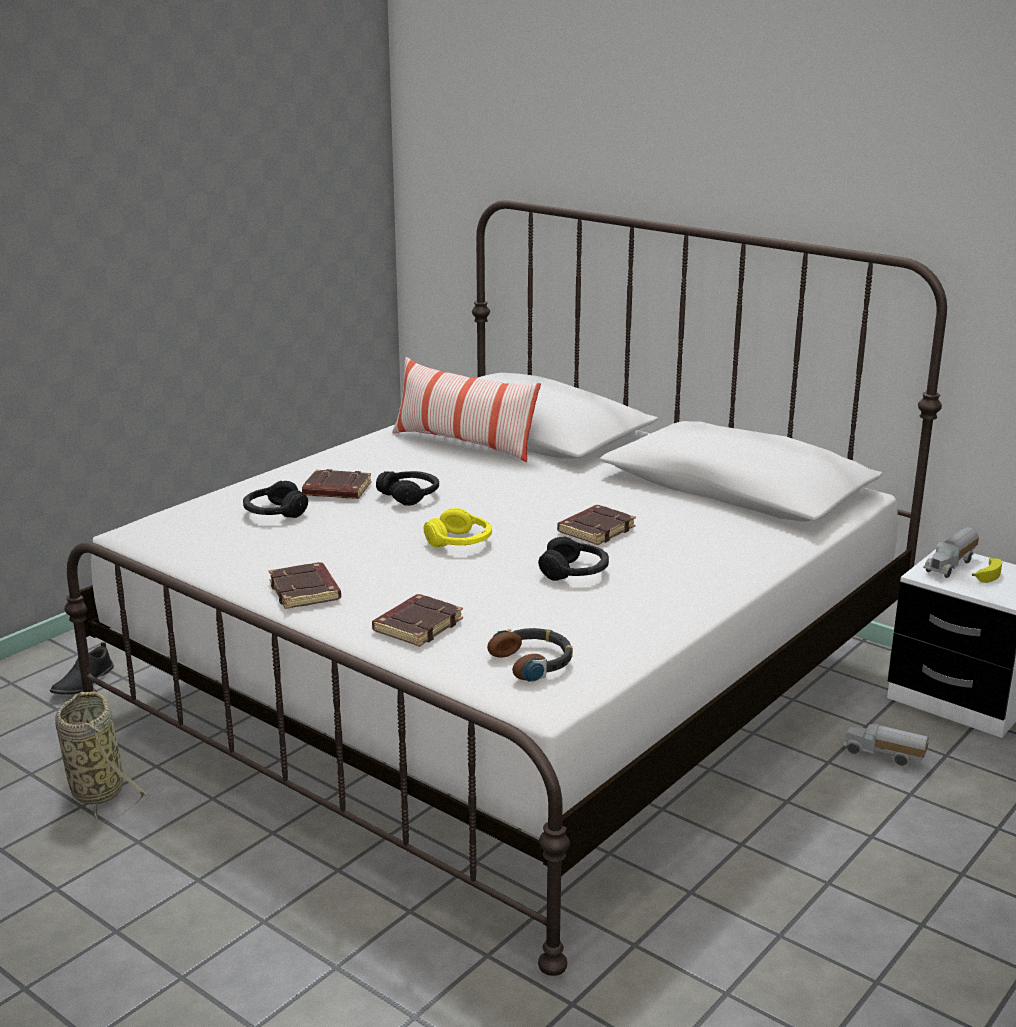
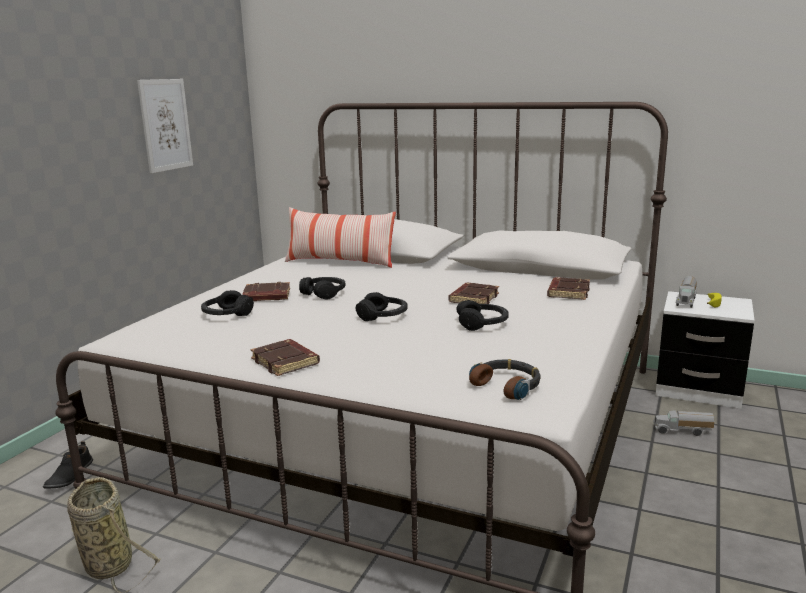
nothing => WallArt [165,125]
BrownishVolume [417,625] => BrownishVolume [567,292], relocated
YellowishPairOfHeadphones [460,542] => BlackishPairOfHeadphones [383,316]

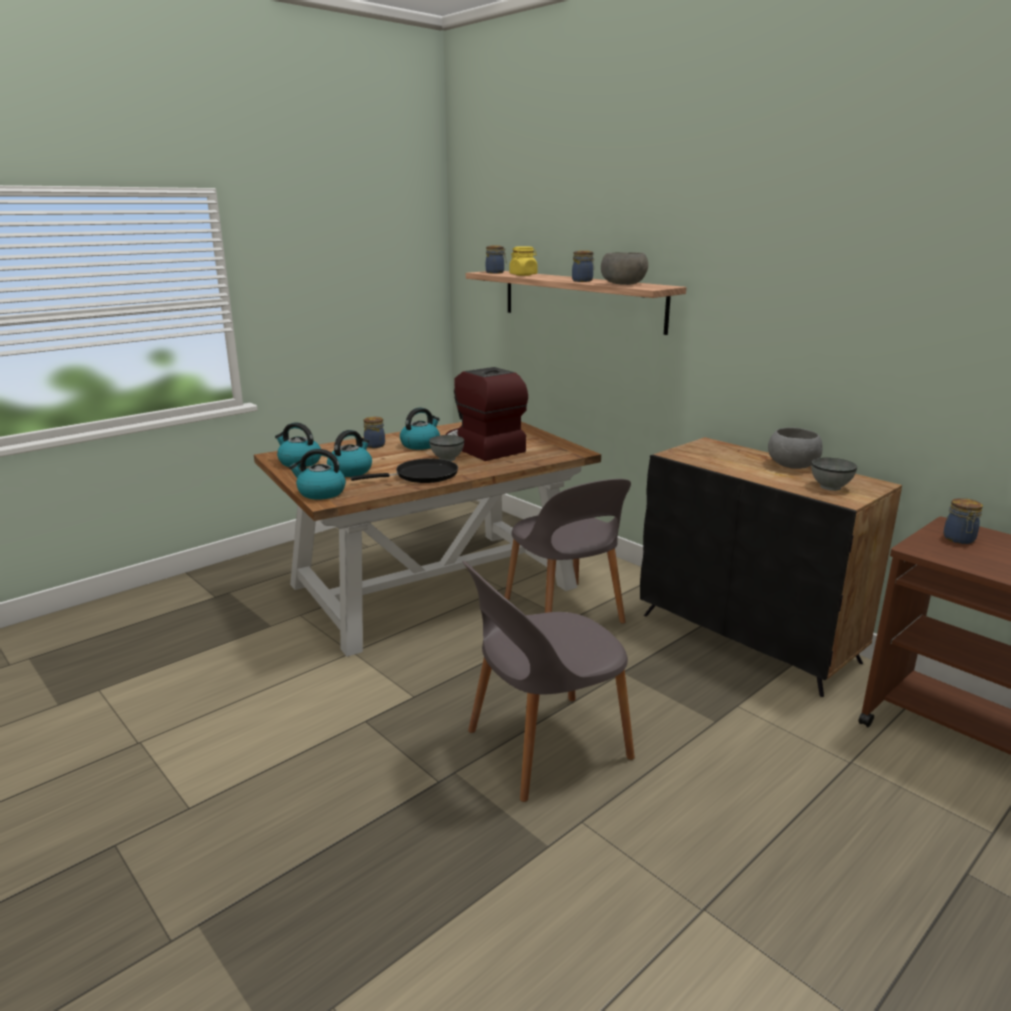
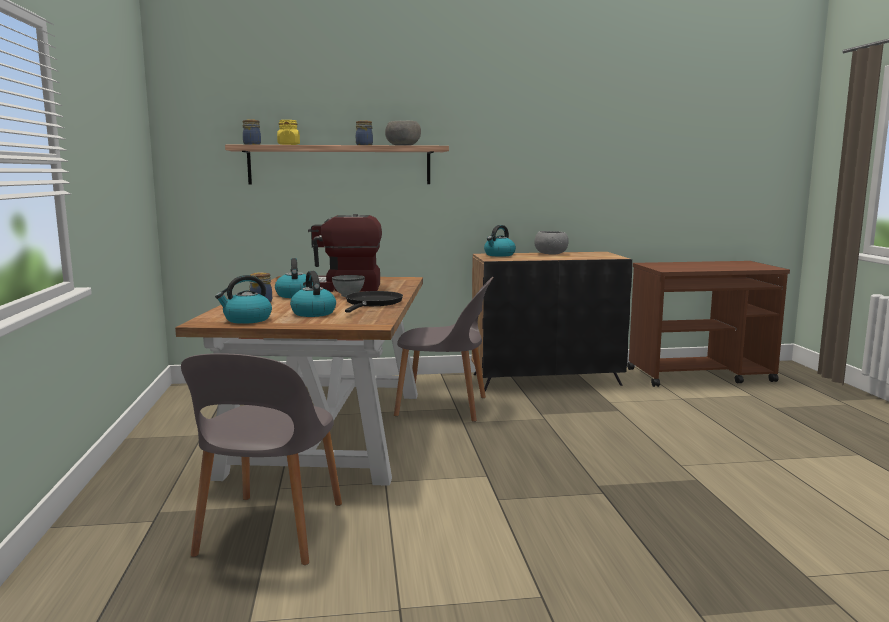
GrayBowl [829,487] => nothing
StorageJar [959,539] => nothing
Kettle [320,493] => Kettle [499,255], relocated
GrayPlainChair [544,746] => GrayPlainChair [269,531], relocated

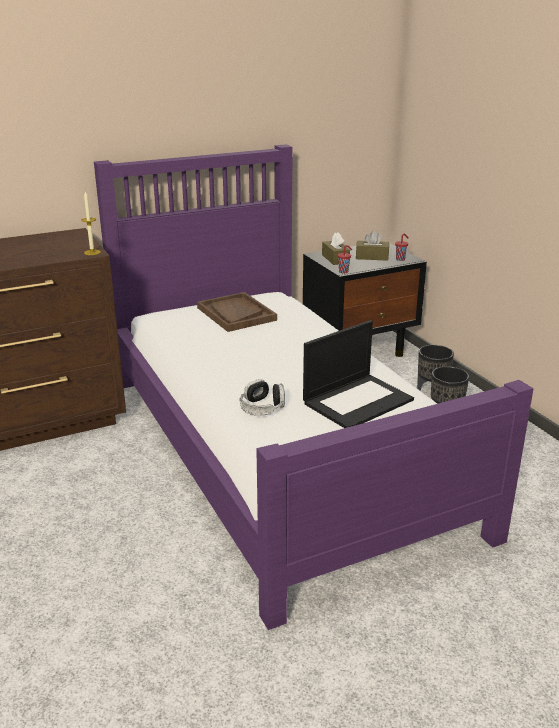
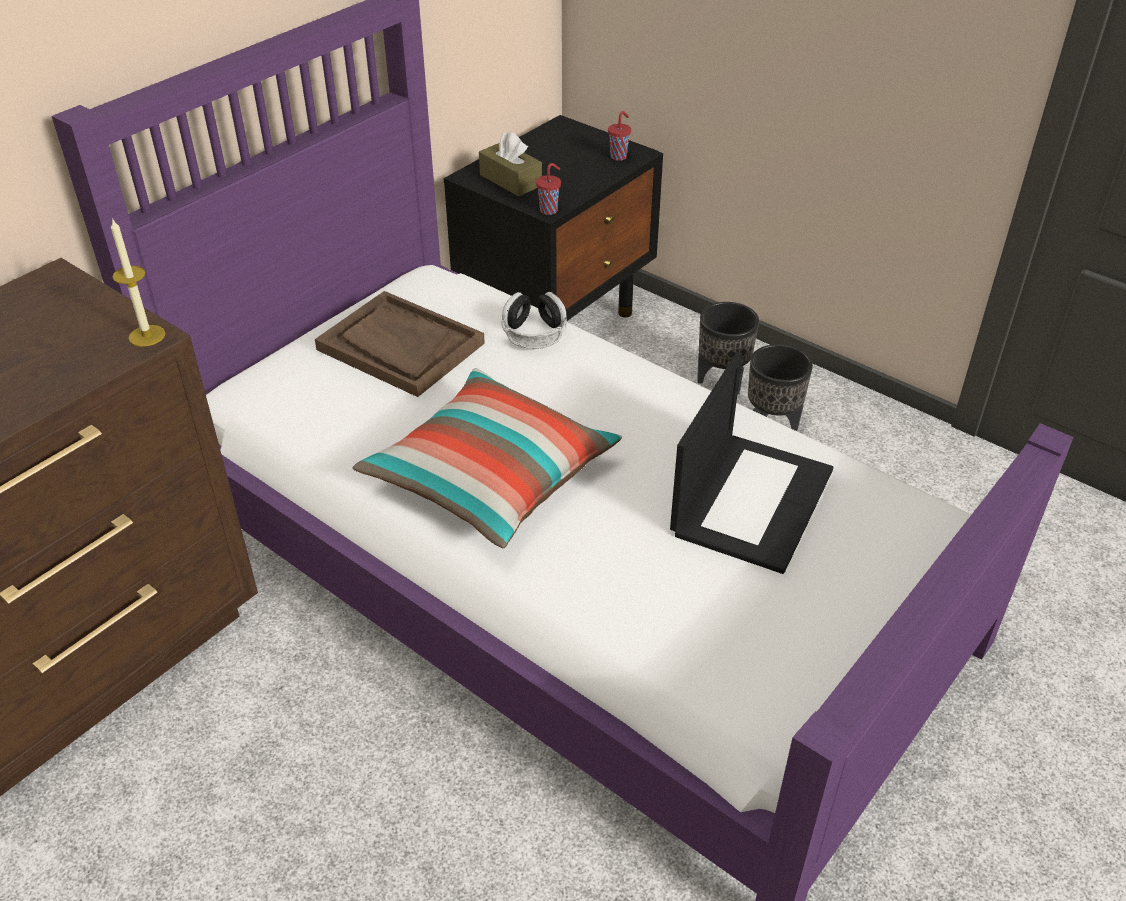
BrownishBoxOfTissues [372,257] => nothing
nothing => ThrowPillow [491,478]
PairOfHeadphones [262,407] => PairOfHeadphones [534,333], relocated

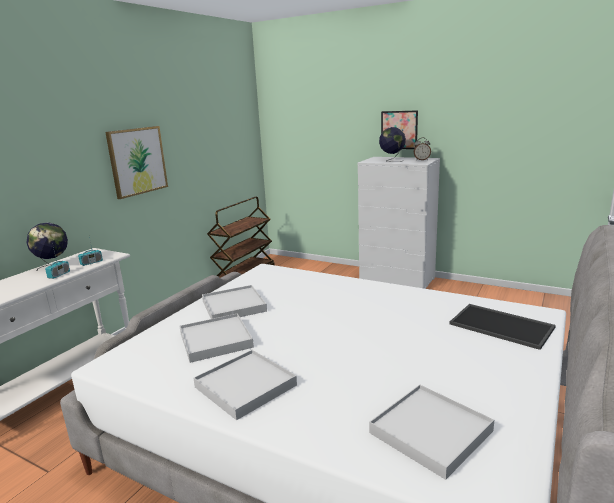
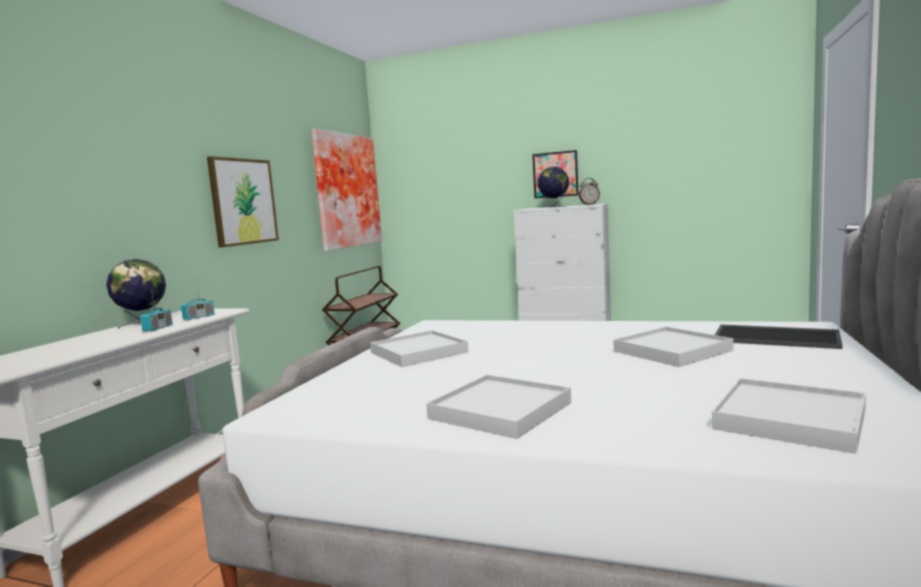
nothing => WallArt [345,191]
WhiteCarryingTray [216,340] => WhiteCarryingTray [672,351], relocated

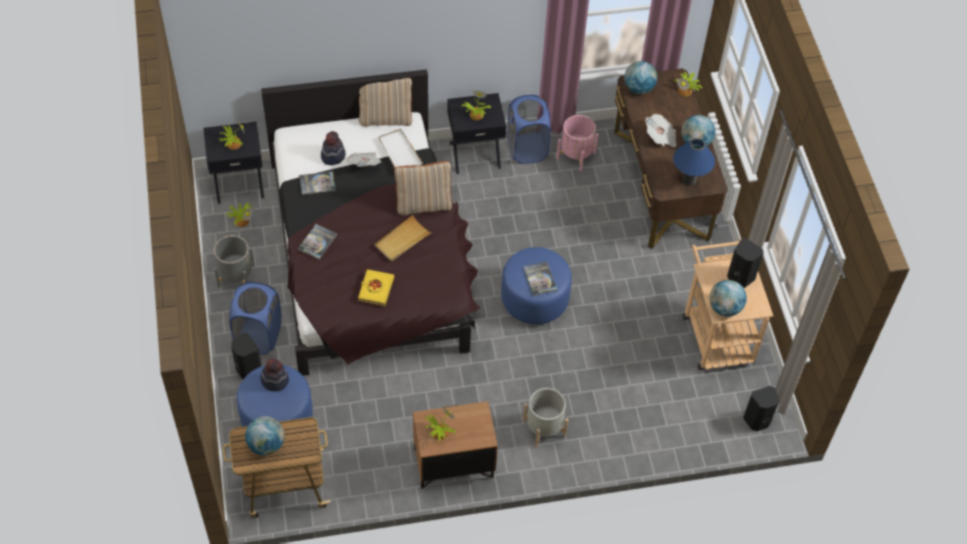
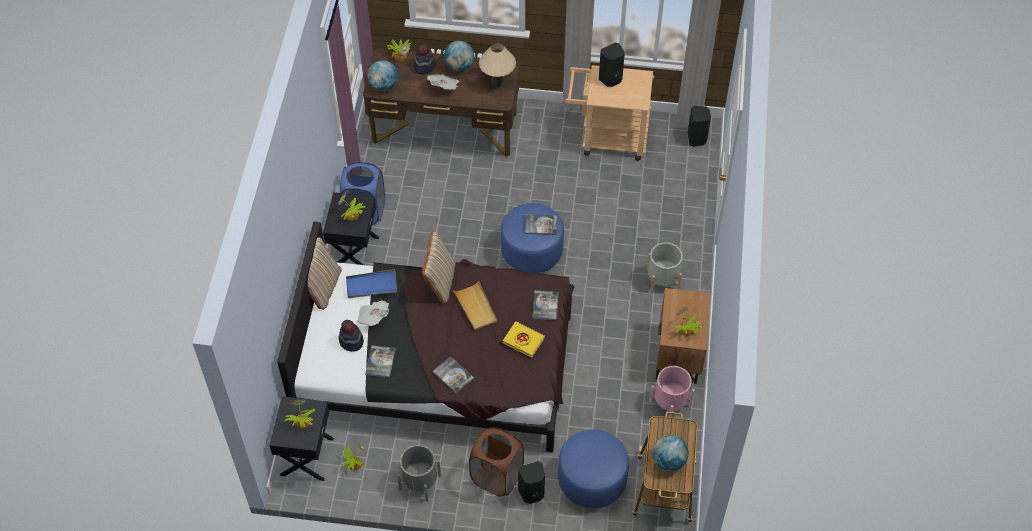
WorldGlobe [724,308] => nothing
nothing => Volume [545,305]
Hat [275,380] => Hat [424,66], relocated
PinkPlantPot [576,155] => PinkPlantPot [670,403], relocated
BluishLaundryBasket [258,336] => BrownishLaundryBasket [496,476]
WhiteCarryingTray [399,152] => BluishCarryingTray [371,285]
BluishTableLamp [689,180] => BeigeTableLamp [497,82]

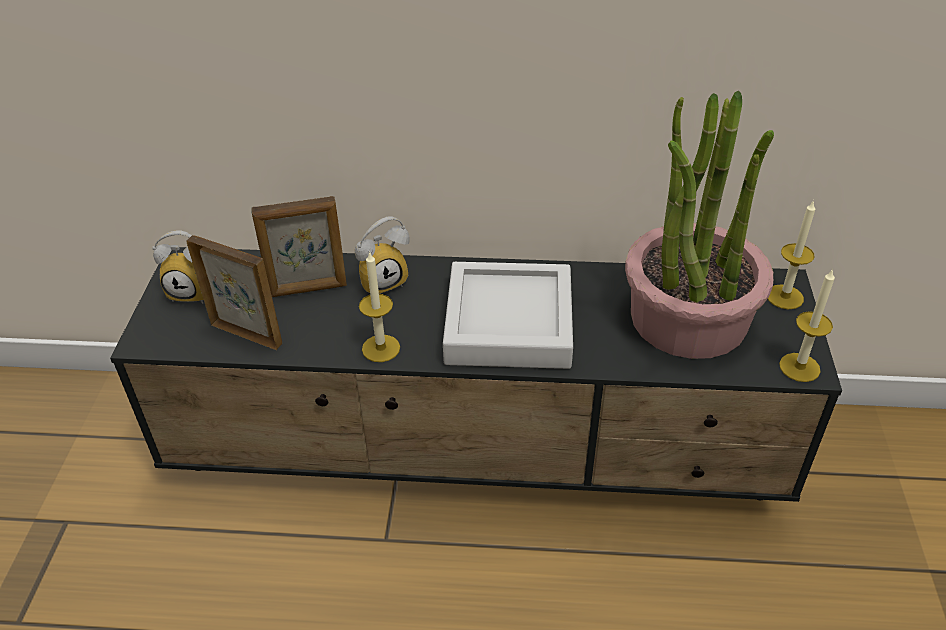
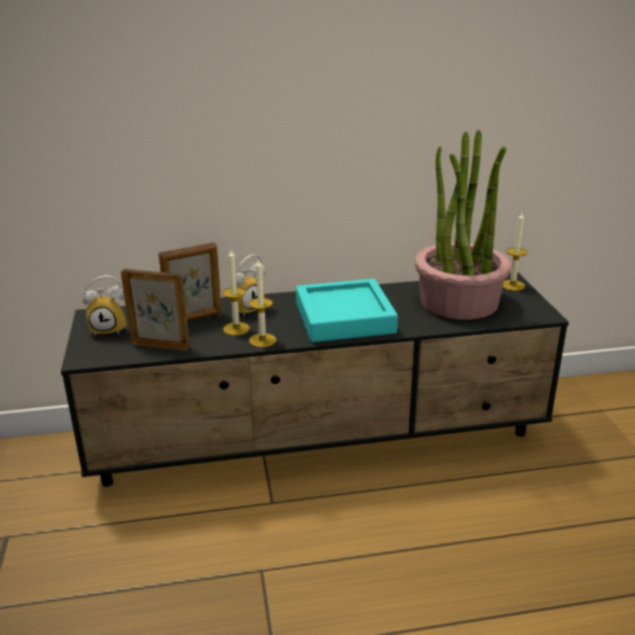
WaxCandle [799,367] => WaxCandle [236,329], relocated
GrayCarryingTray [509,324] => TurquoiseColouredCarryingTray [344,318]

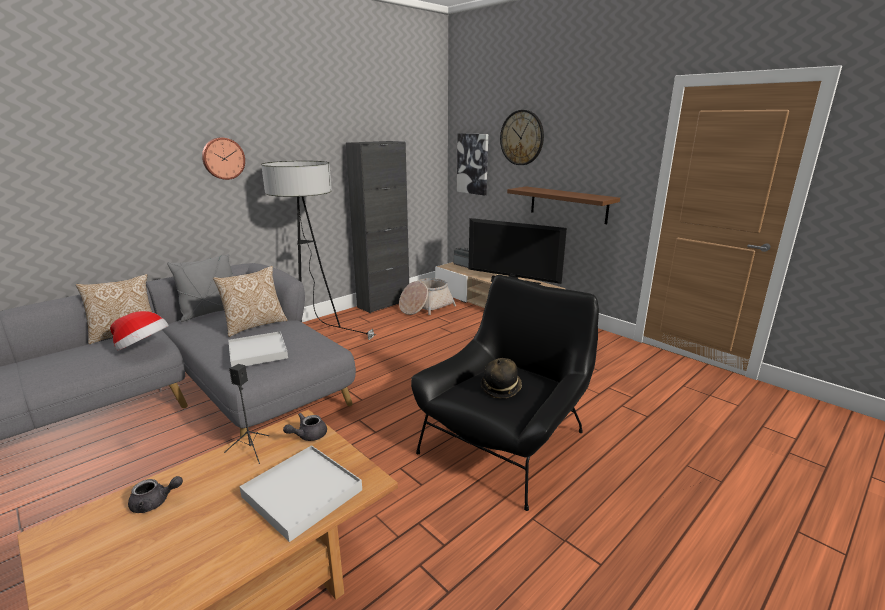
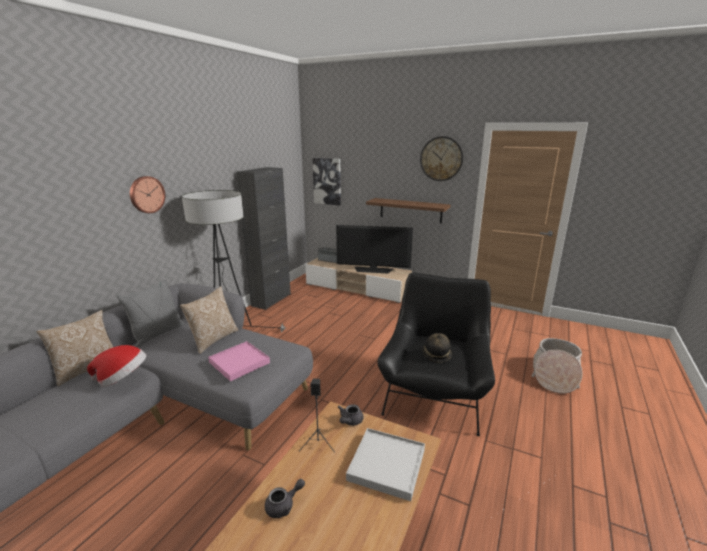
Basket [425,307] => Basket [554,375], relocated
WallClock [522,138] => WallClock [441,159], relocated
WhiteCarryingTray [258,352] => PinkCarryingTray [239,362]

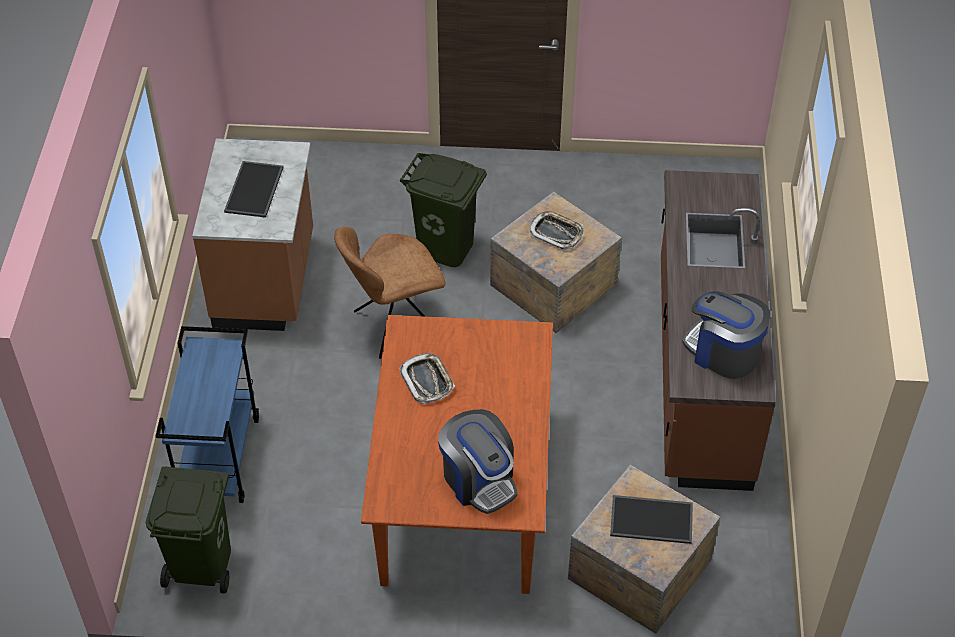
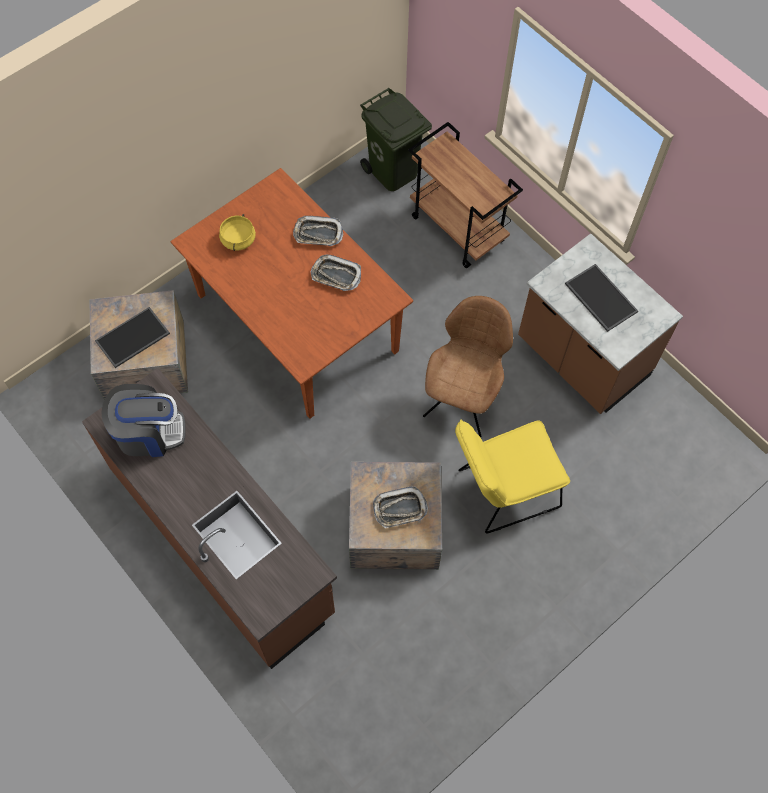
nothing => CarryingTray [318,234]
GreenishWasteBin [445,248] => YellowishPlainChair [501,491]
CoffeeBrewer [478,479] => YellowishSaucepot [238,239]
BluishTrolley [218,457] => BrownishTrolley [458,229]

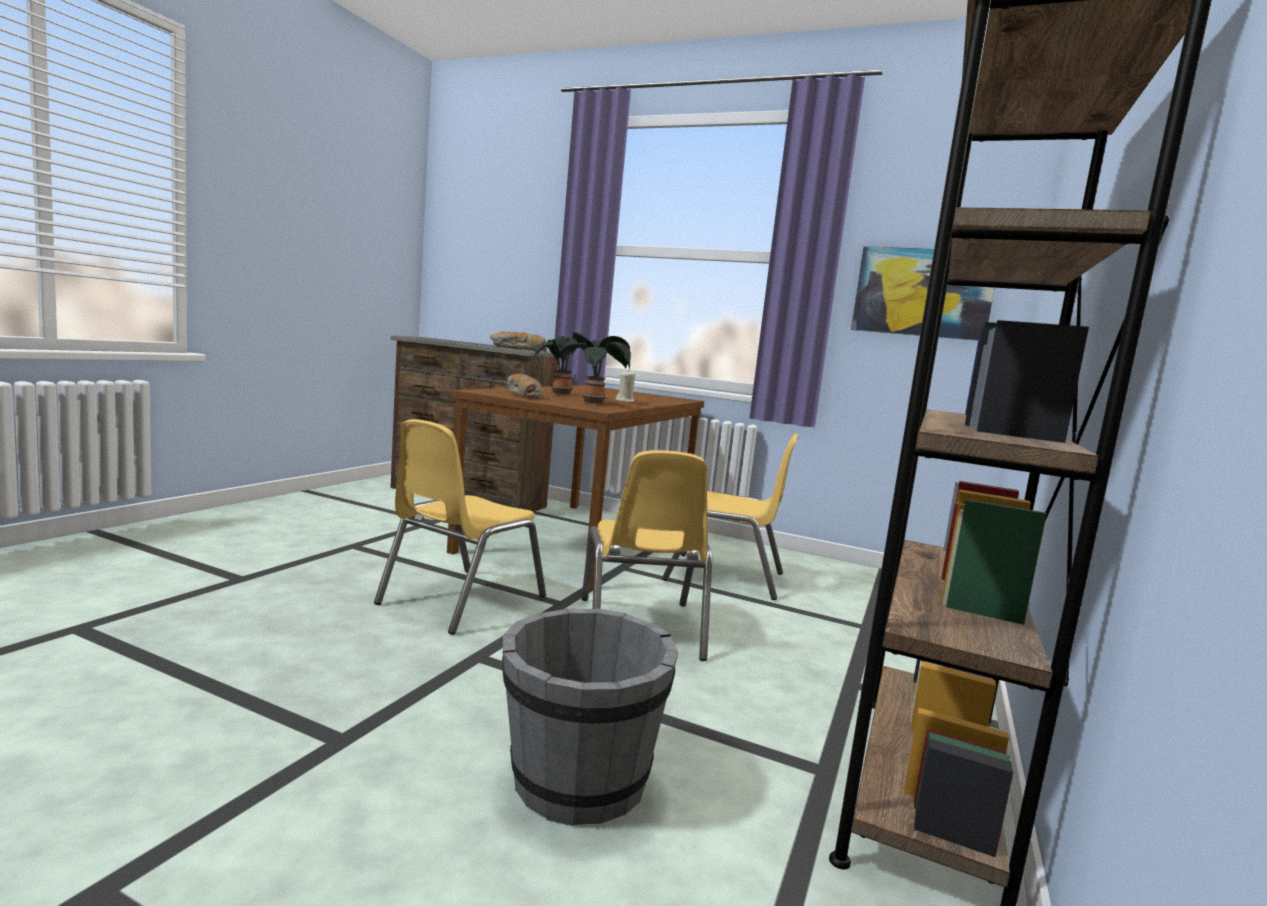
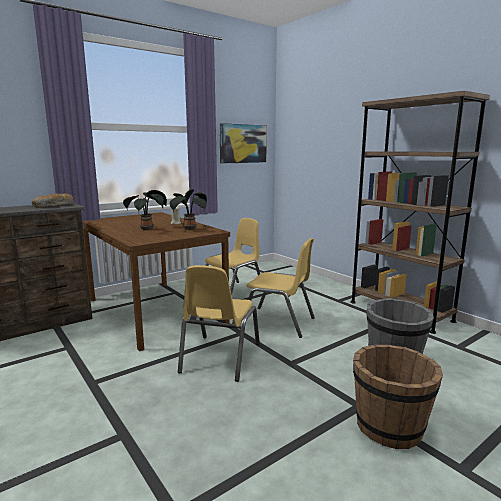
Bread [522,395] => nothing
nothing => BrownishPail [390,426]
YellowishPlainChair [460,600] => YellowishPlainChair [219,357], 45 degrees clockwise

